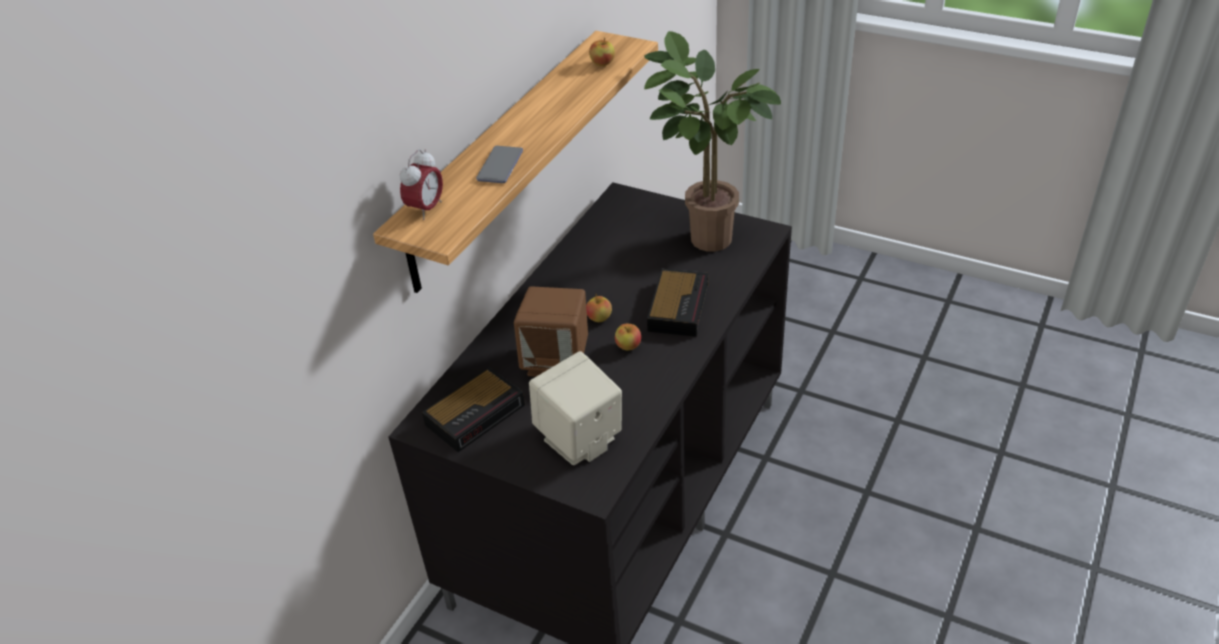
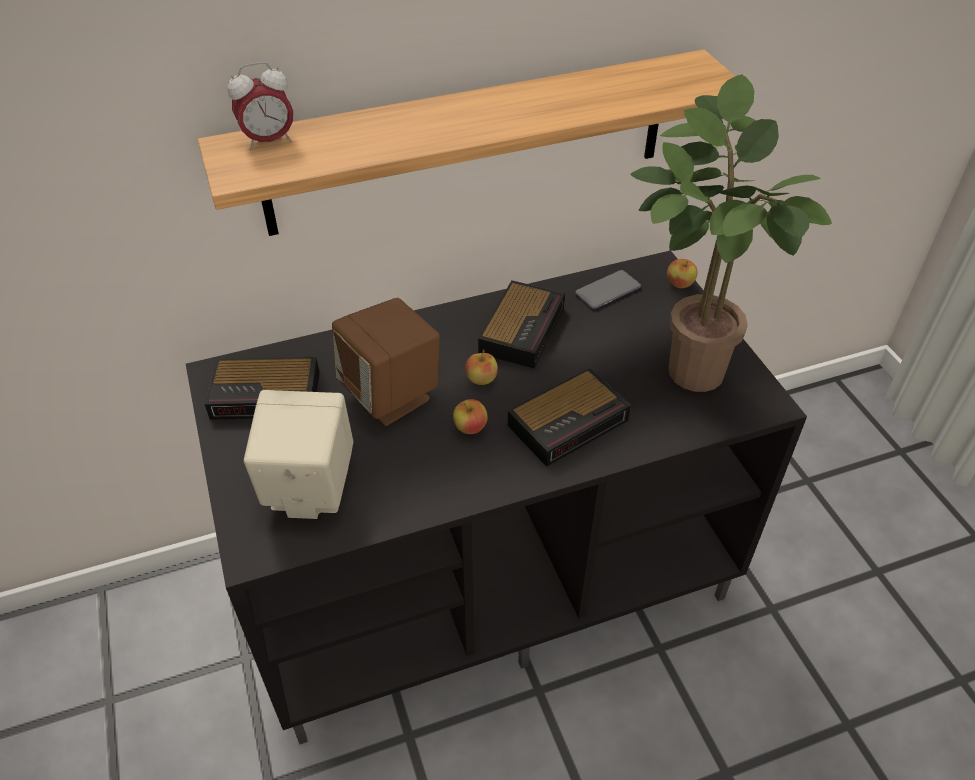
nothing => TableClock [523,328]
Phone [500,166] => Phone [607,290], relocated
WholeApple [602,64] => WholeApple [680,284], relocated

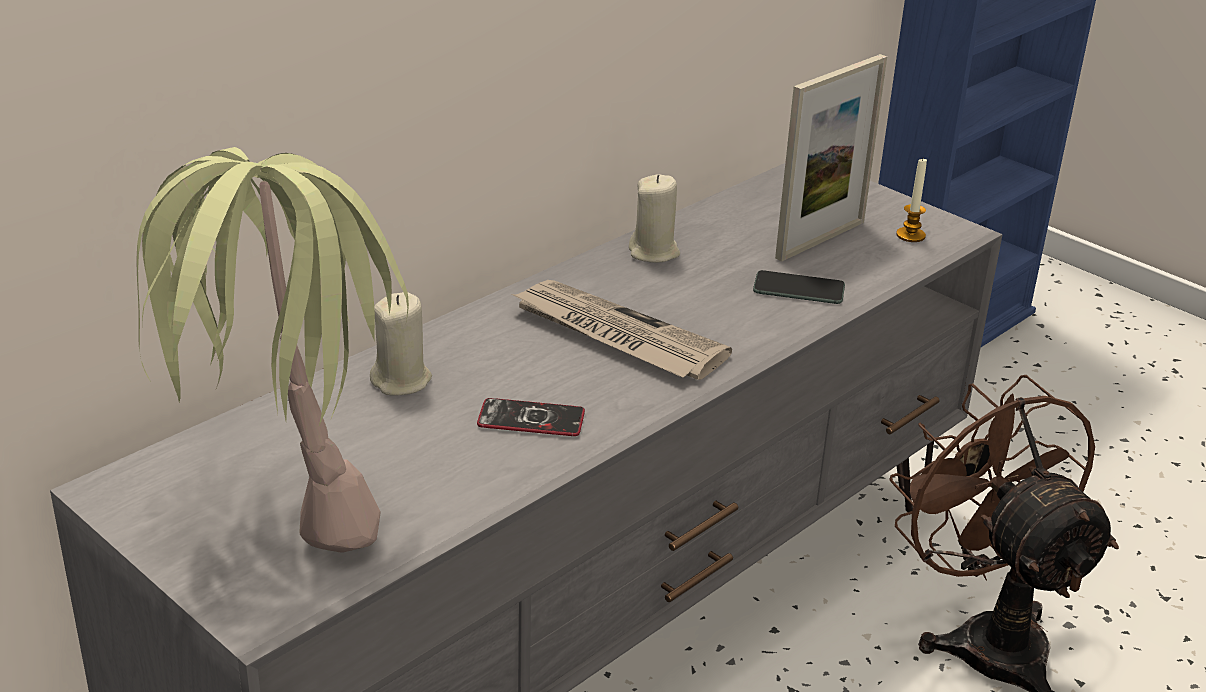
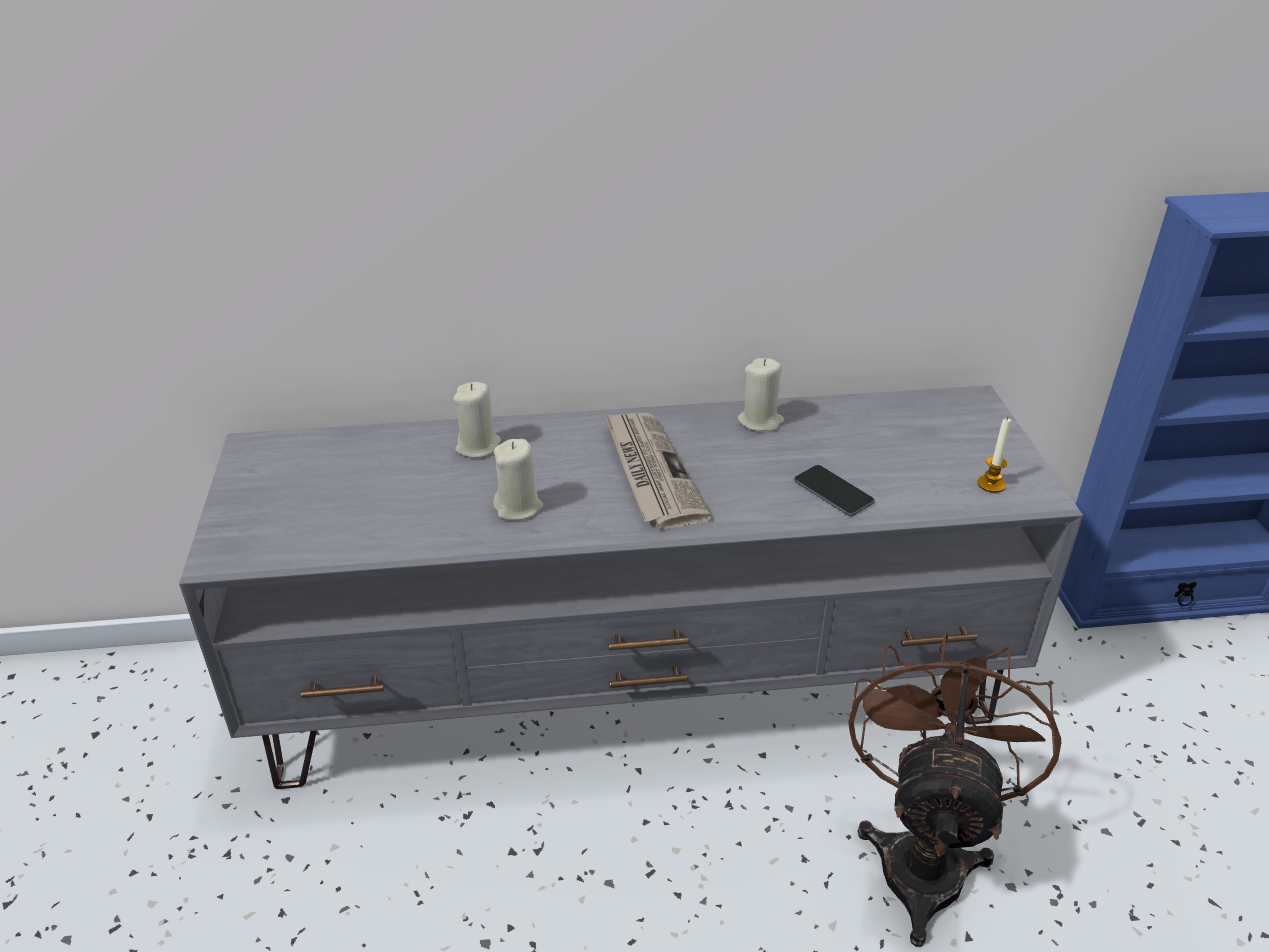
PottedPlant [285,502] => nothing
StandingFrame [820,240] => nothing
Phone [531,419] => BeigeWaxCandle [518,507]

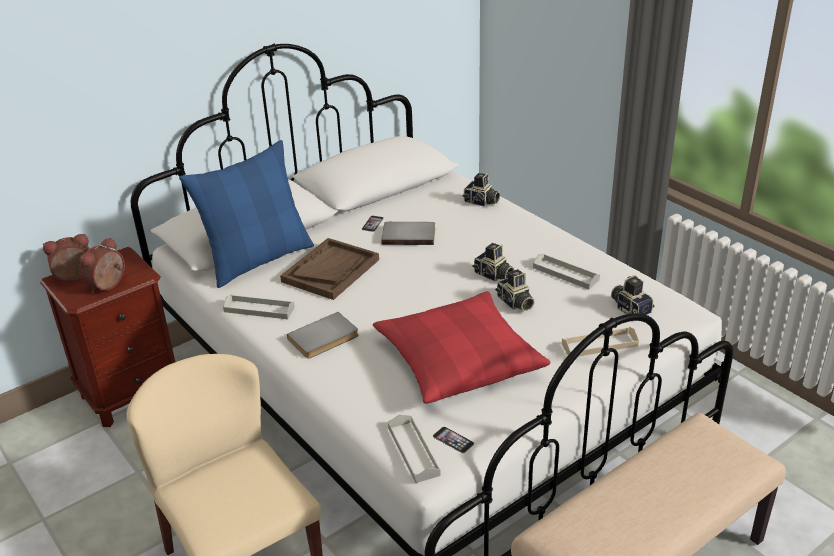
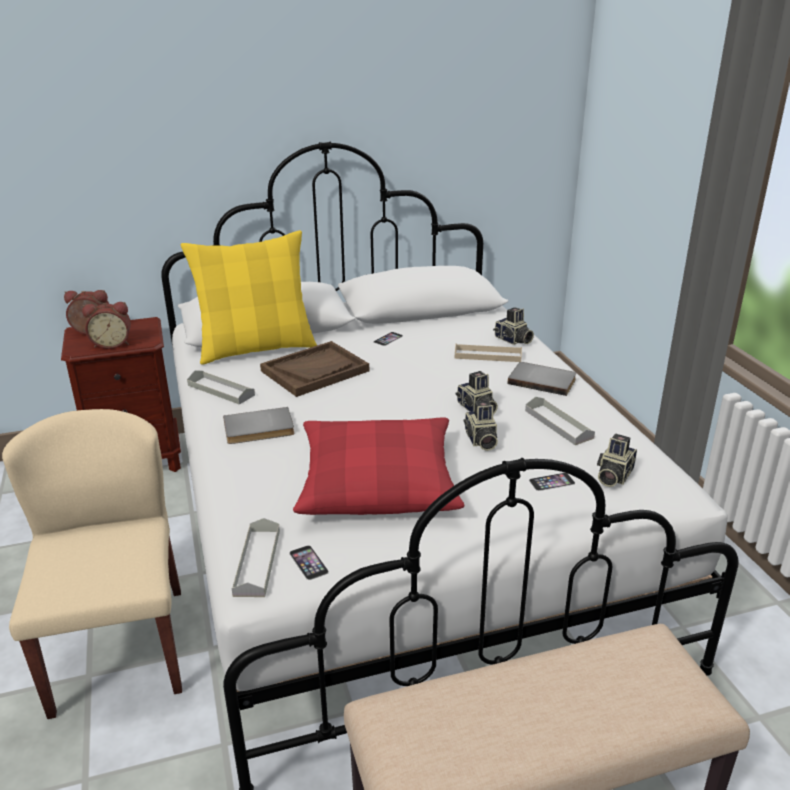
nothing => Phone [552,481]
GrayVolume [409,235] => GrayVolume [542,380], relocated
BeigeCarryingTray [599,345] => BeigeCarryingTray [488,355], relocated
BluishThrowPillow [258,259] => YellowishThrowPillow [256,348]
TableClock [108,286] => TableClock [112,344], 150 degrees counterclockwise
PhotoCamera [630,308] => PhotoCamera [612,476], 135 degrees counterclockwise

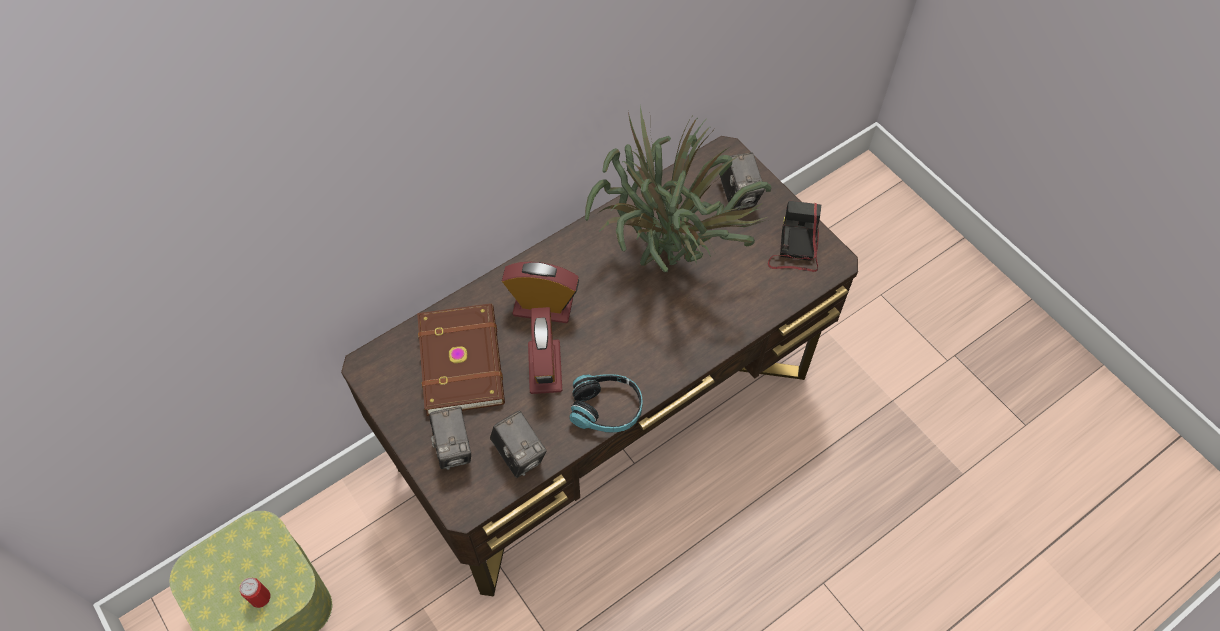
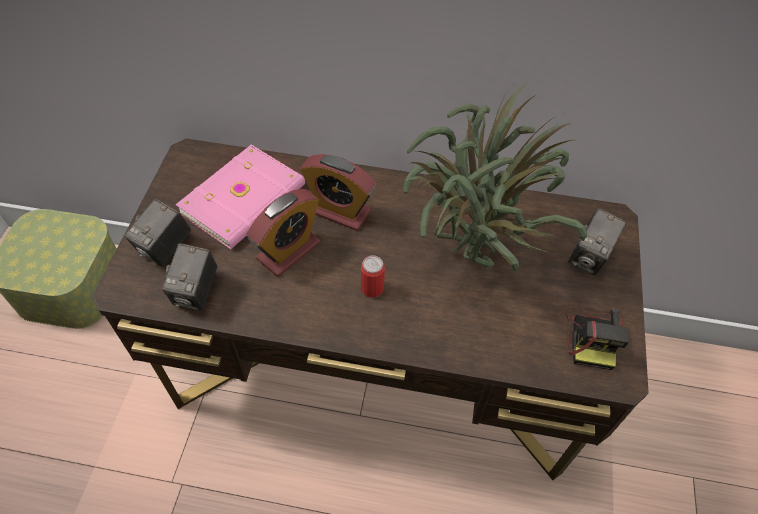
PairOfHeadphones [606,409] => nothing
MetalCan [260,597] => MetalCan [372,288], relocated
BrownishVolume [463,360] => PinkVolume [245,200]
TableClock [543,307] => TableClock [339,211], 150 degrees clockwise
PhotoCamera [795,248] => PhotoCamera [593,336], 135 degrees clockwise

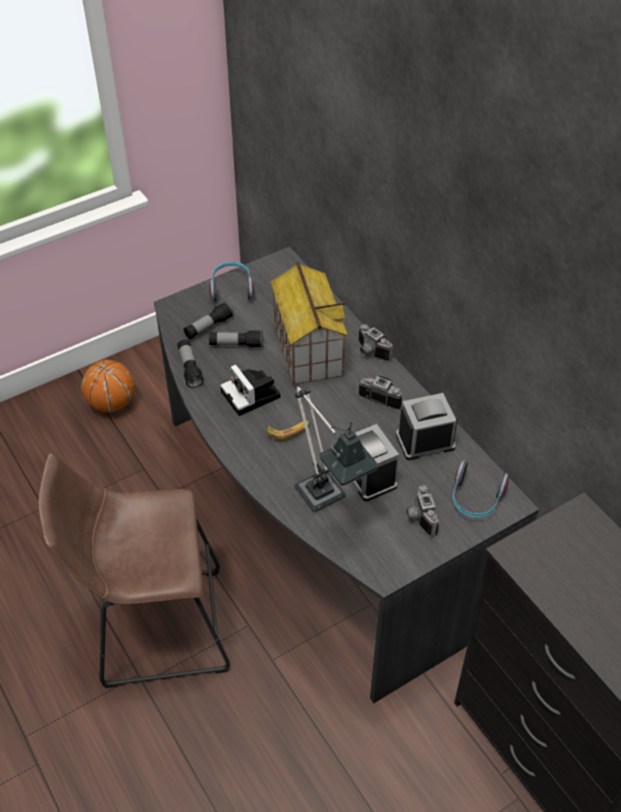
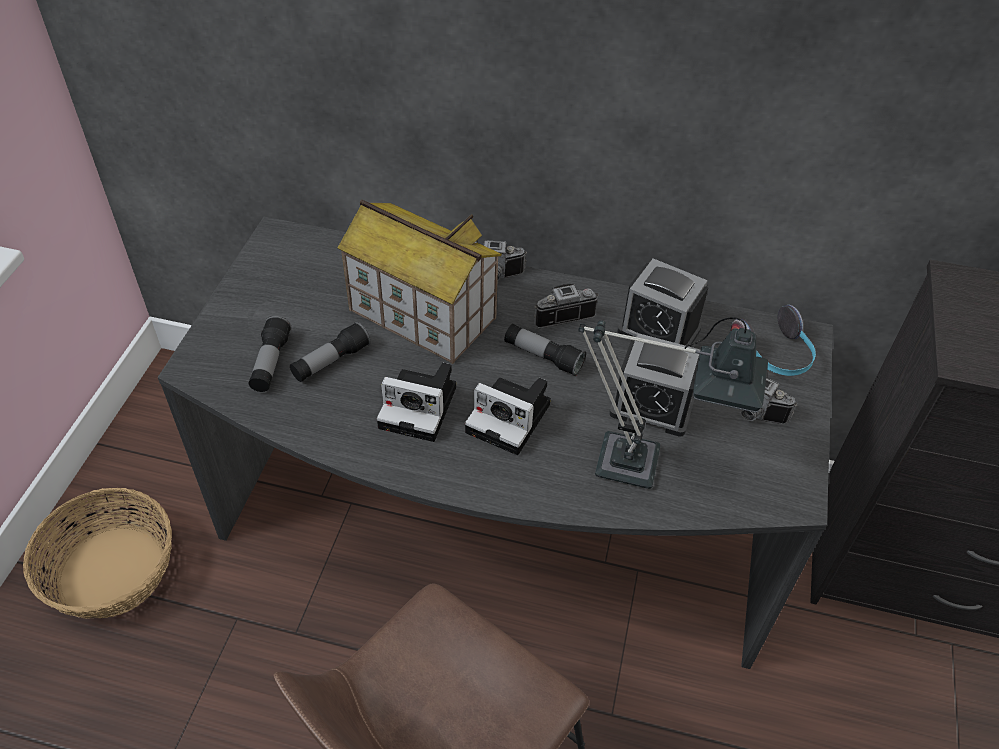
PairOfHeadphones [231,288] => nothing
HandTorch [190,368] => HandTorch [543,357], relocated
BasketballBall [111,403] => Basket [111,571]
BananaFruit [289,431] => PhotoCamera [511,418]
TableClock [425,441] => TableClock [658,331], 90 degrees counterclockwise

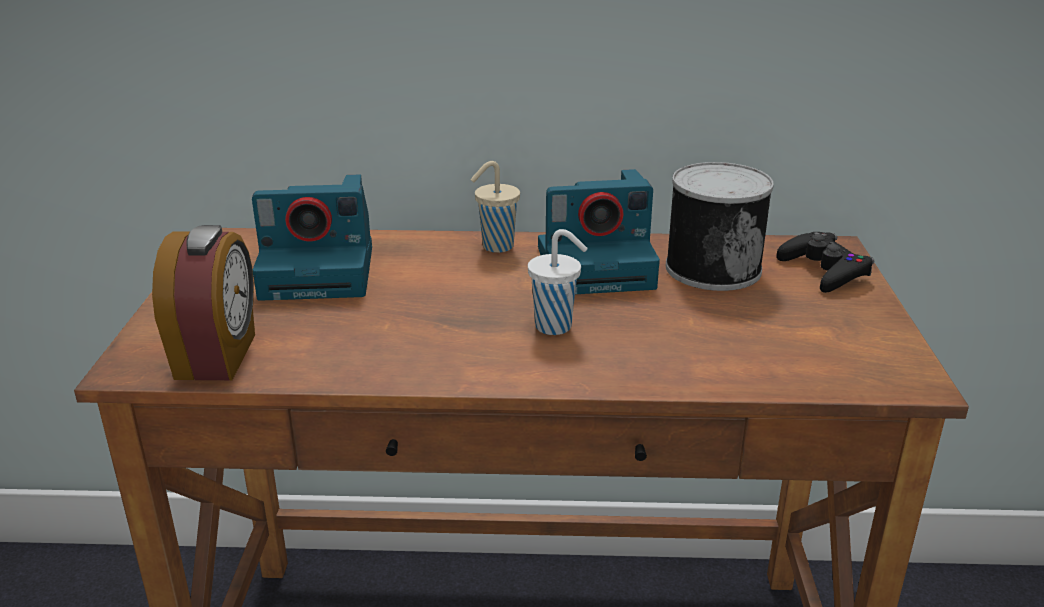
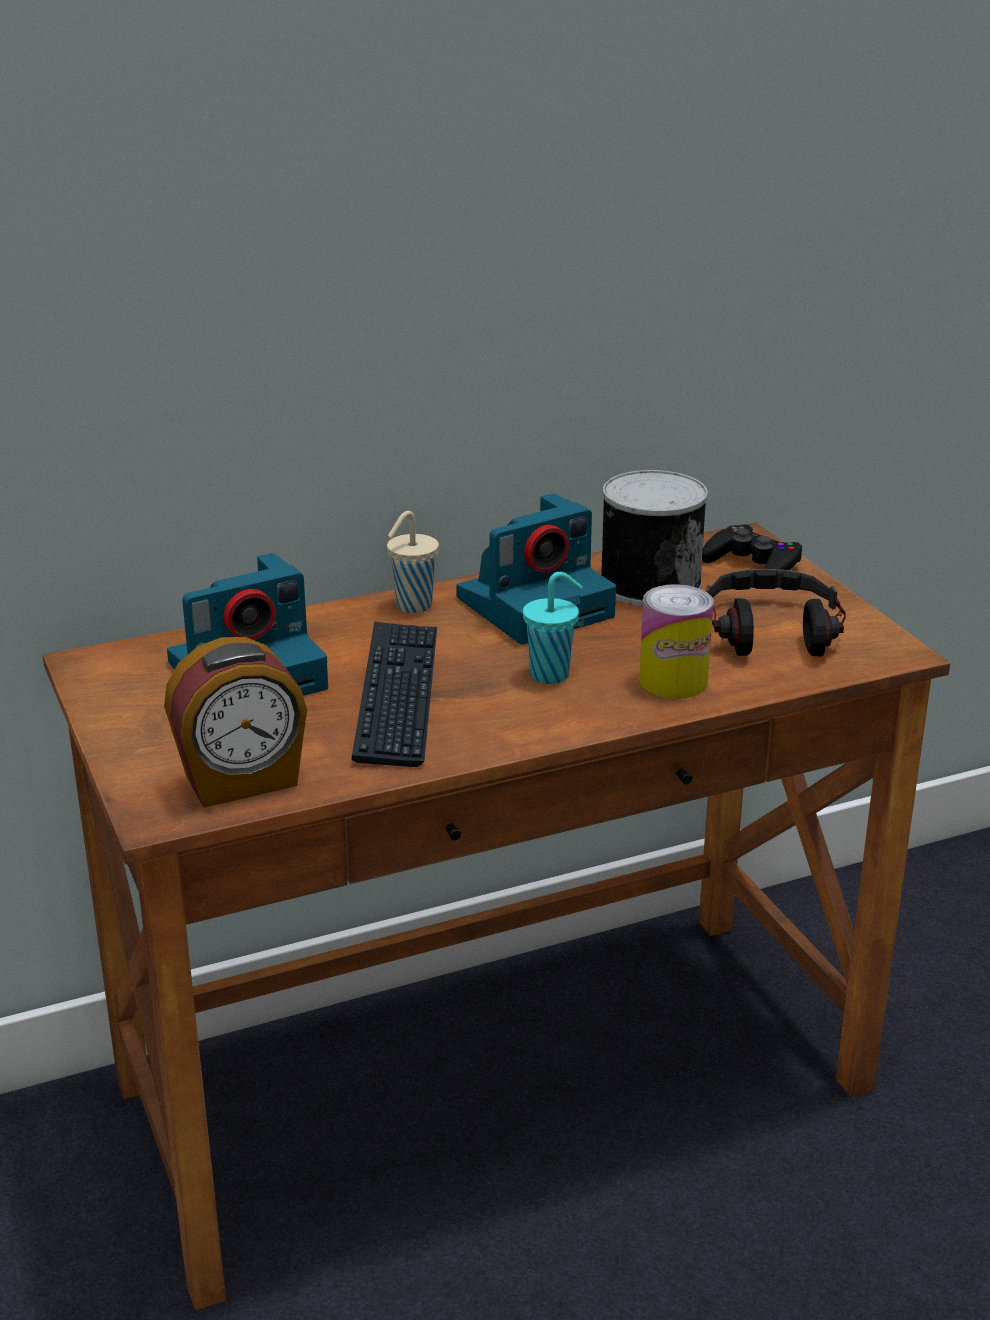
nothing => PcKeyboard [397,695]
nothing => MetalCan [673,681]
nothing => PairOfHeadphones [770,630]
WhiteSmallCup [556,327] => TurquoiseColouredSmallCup [552,675]
TableClock [218,356] => TableClock [242,782], 90 degrees clockwise

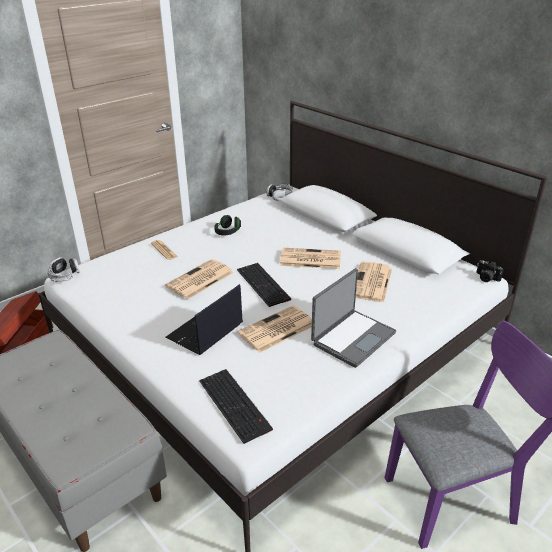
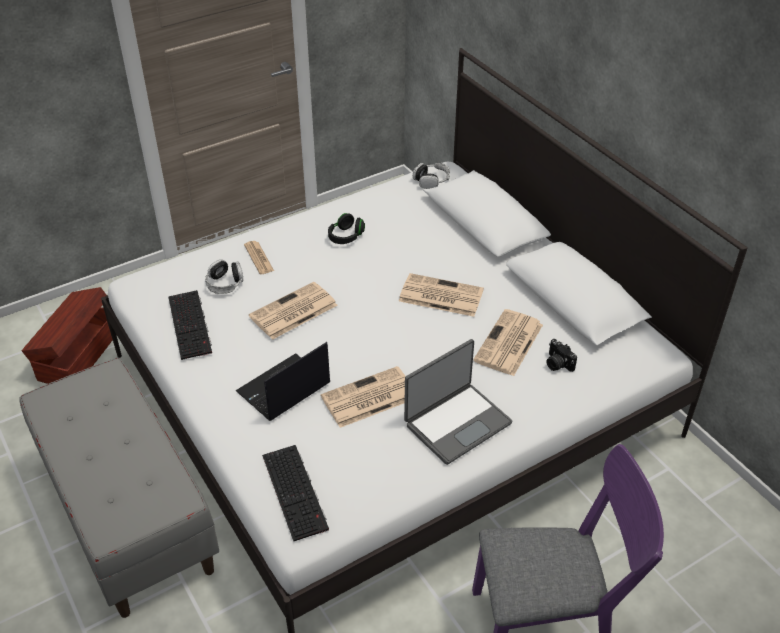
PairOfHeadphones [65,275] => PairOfHeadphones [225,283], relocated
PcKeyboard [264,284] => PcKeyboard [191,325], relocated
PhotoCamera [486,278] => PhotoCamera [557,364], relocated

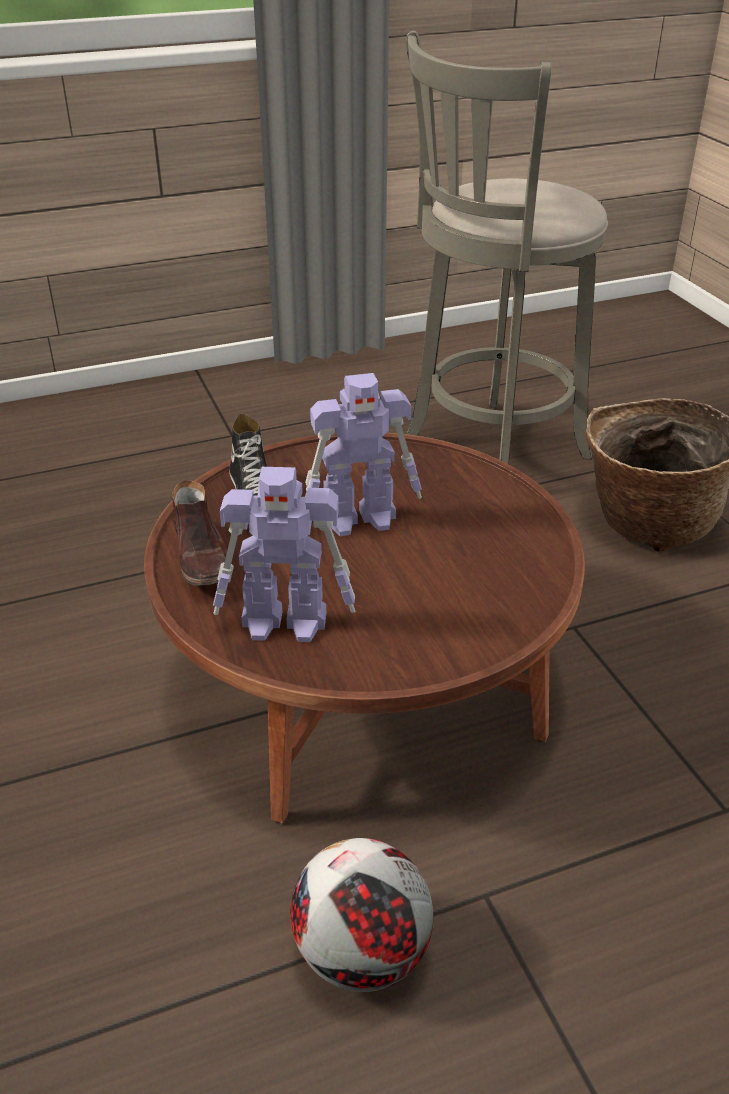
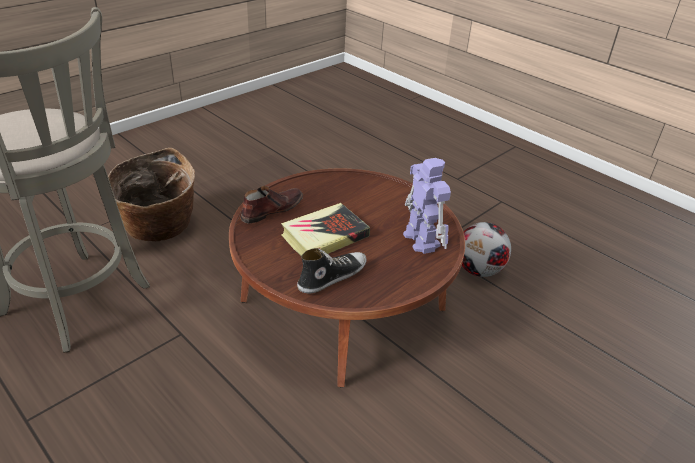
BrownishItemOfFootwear [202,555] => BrownishItemOfFootwear [271,210], relocated
ModelRobot [361,518] => Volume [324,236]

